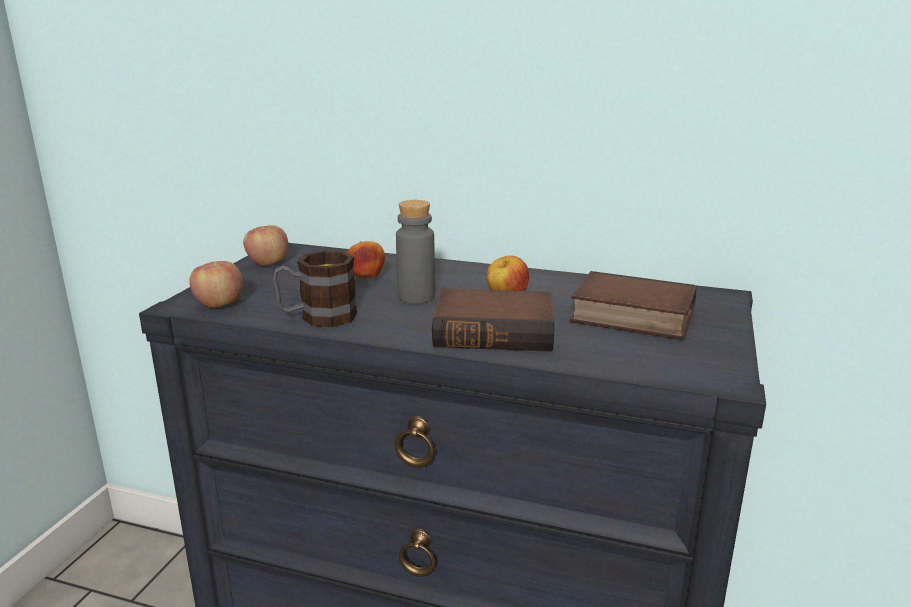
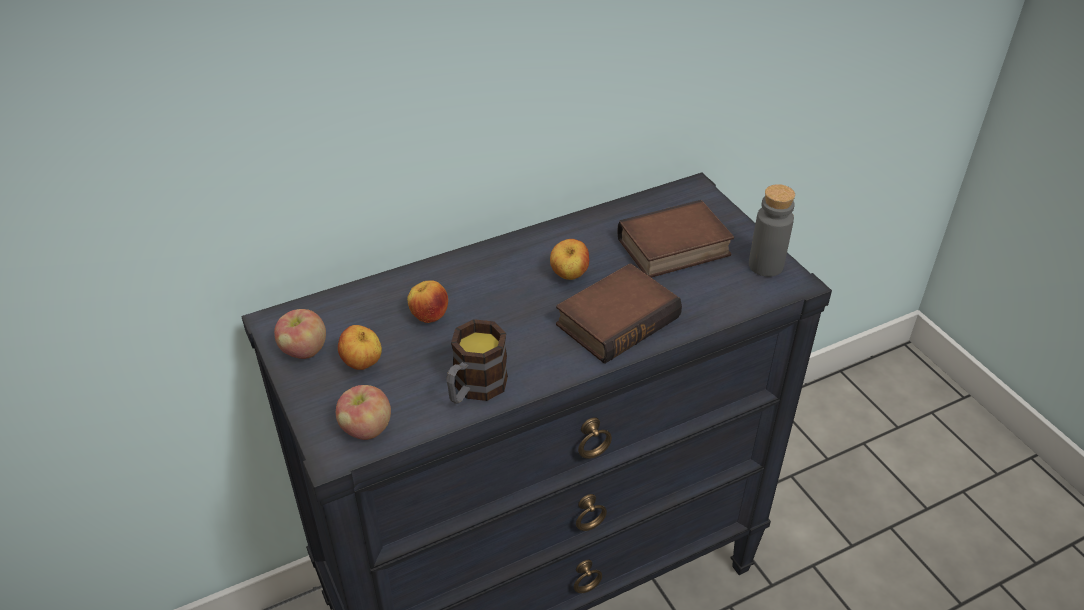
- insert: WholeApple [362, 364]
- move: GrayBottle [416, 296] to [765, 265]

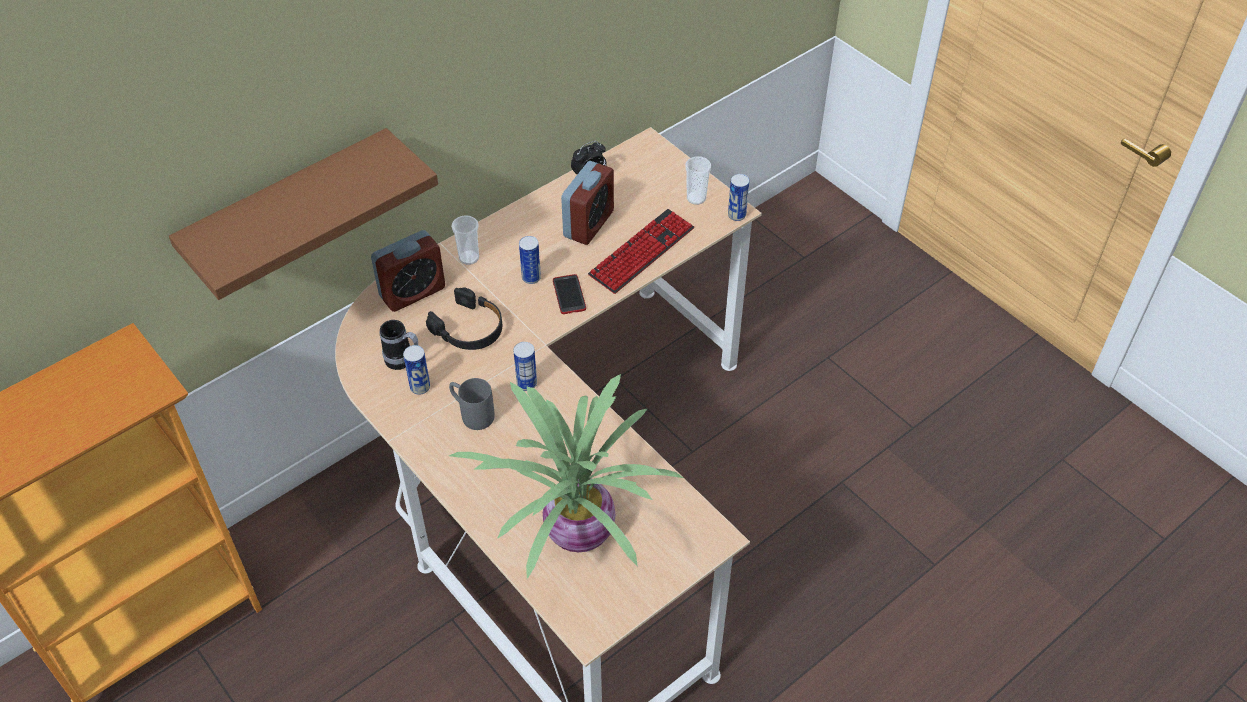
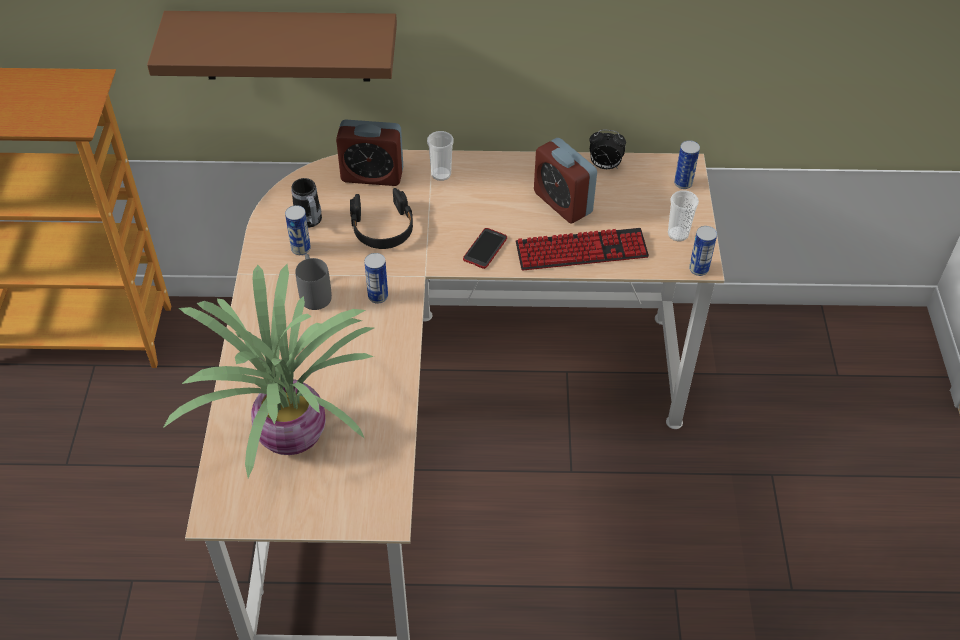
- rotate: BedsideClock [588, 224] = [562, 203] 75 degrees clockwise
- move: Can [531, 277] to [683, 183]

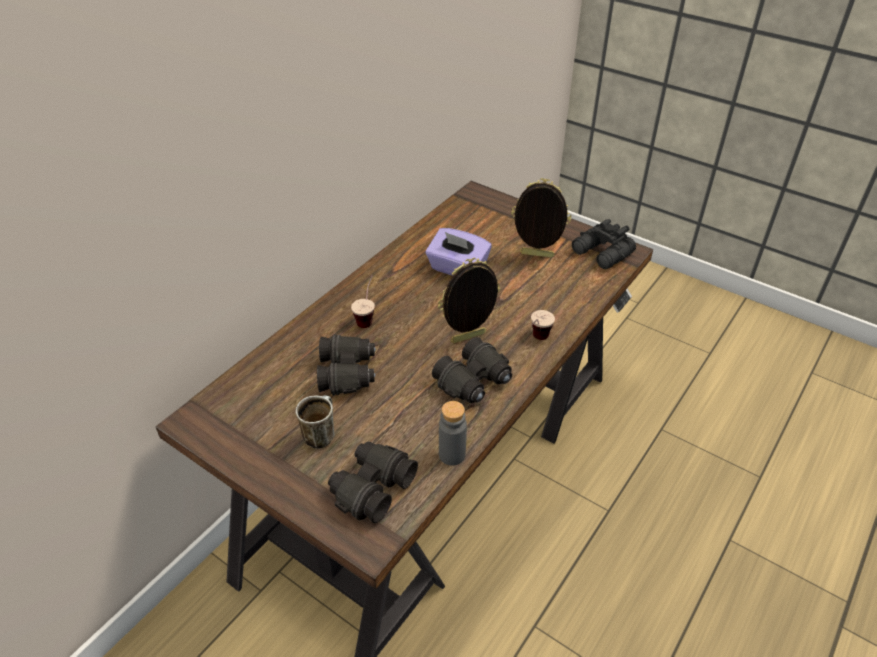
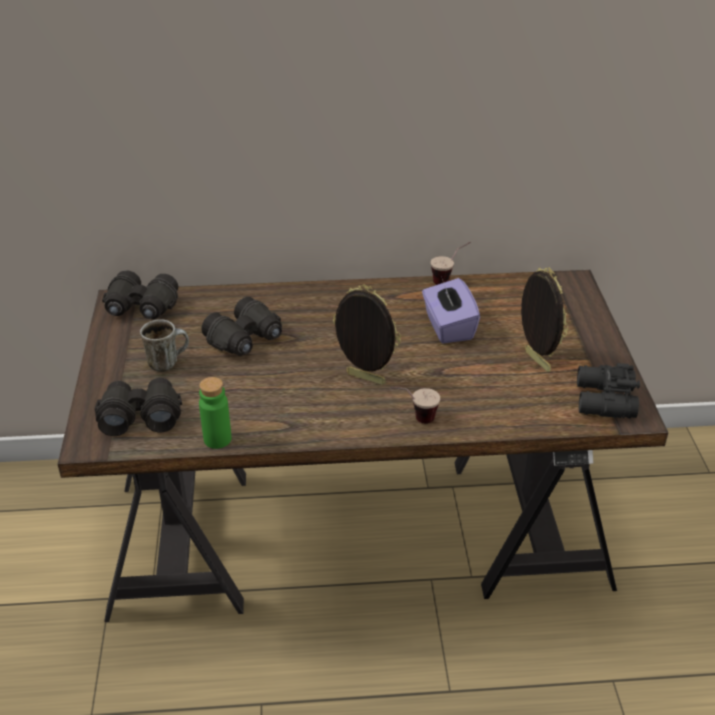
- move: BlackishPairOfBinoculars [474, 382] to [141, 308]
- recolor: GrayBottle [452, 454] to GreenishBottle [217, 439]
- move: Cup [367, 317] to [449, 279]

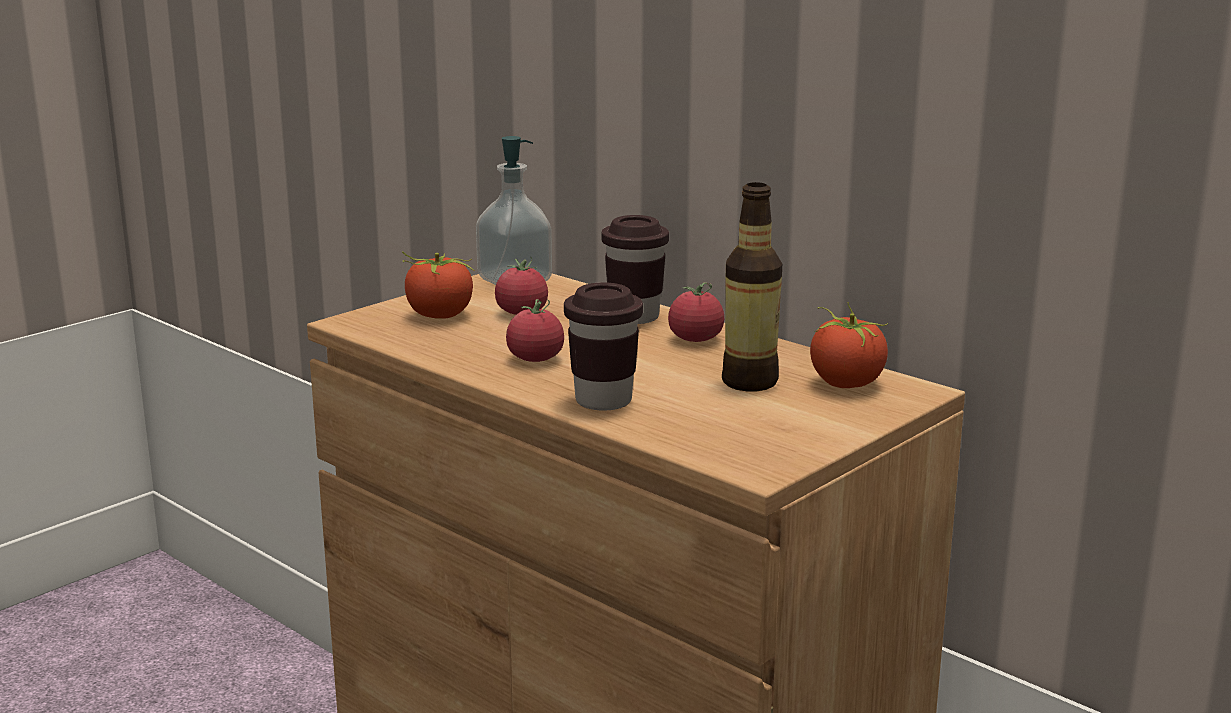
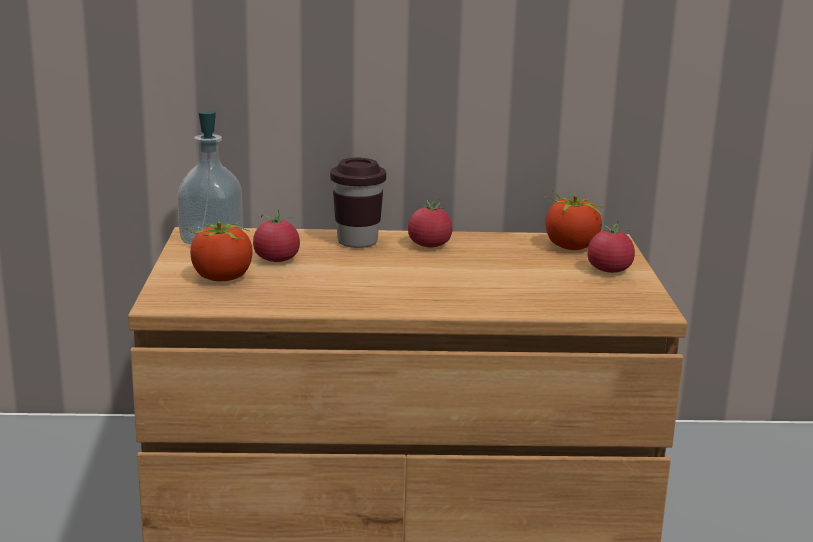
- move: FreshTomato [535, 359] to [609, 270]
- delete: BrownCup [603, 401]
- delete: Bottle [749, 382]

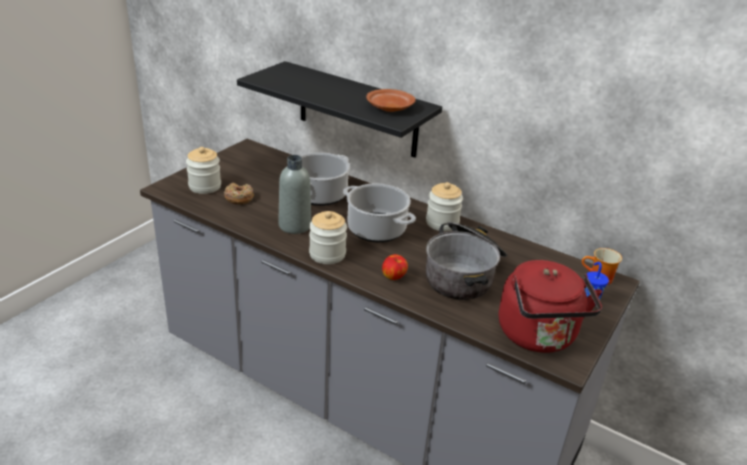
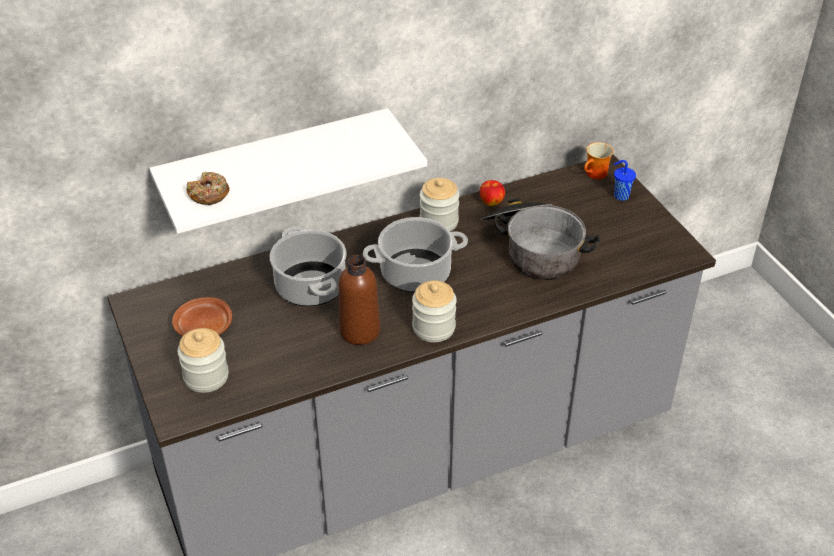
- recolor: BlackishShelf [357, 110] to WhiteShelf [275, 168]
- move: BrownPlate [389, 107] to [203, 327]
- move: Donut [239, 198] to [209, 194]
- recolor: GrayBottle [295, 225] to BrownBottle [359, 331]
- move: WholeApple [394, 277] to [491, 202]
- delete: ReddishKettle [539, 336]

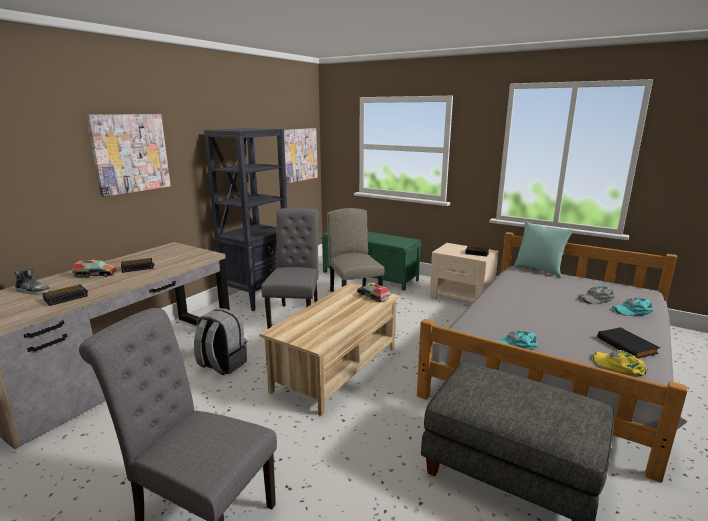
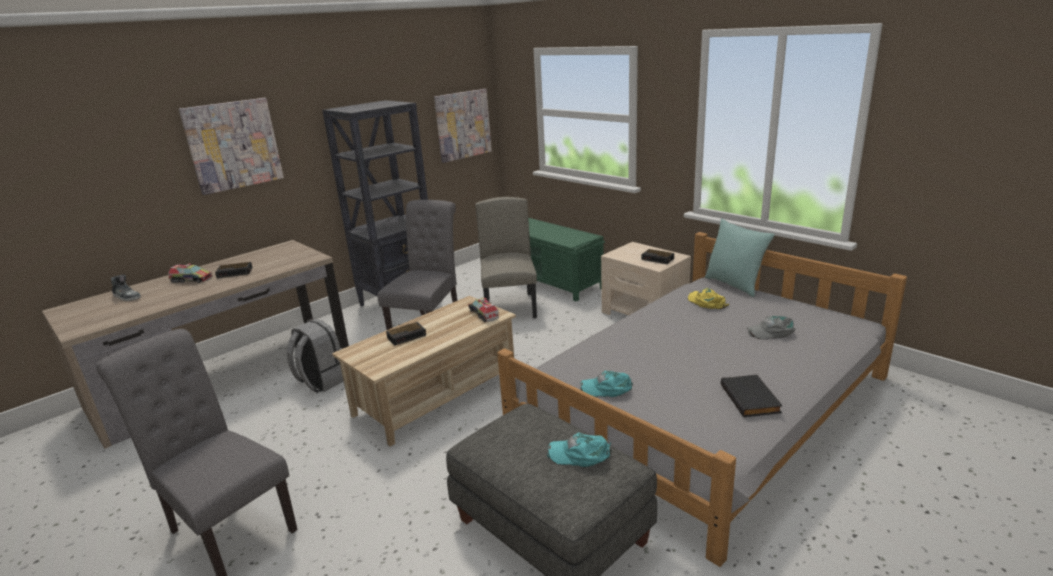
- move: BedsideClock [67, 297] to [407, 336]
- move: BlueGreenPeakedCap [632, 311] to [580, 454]
- move: YellowColouredPeakedCap [619, 366] to [706, 302]

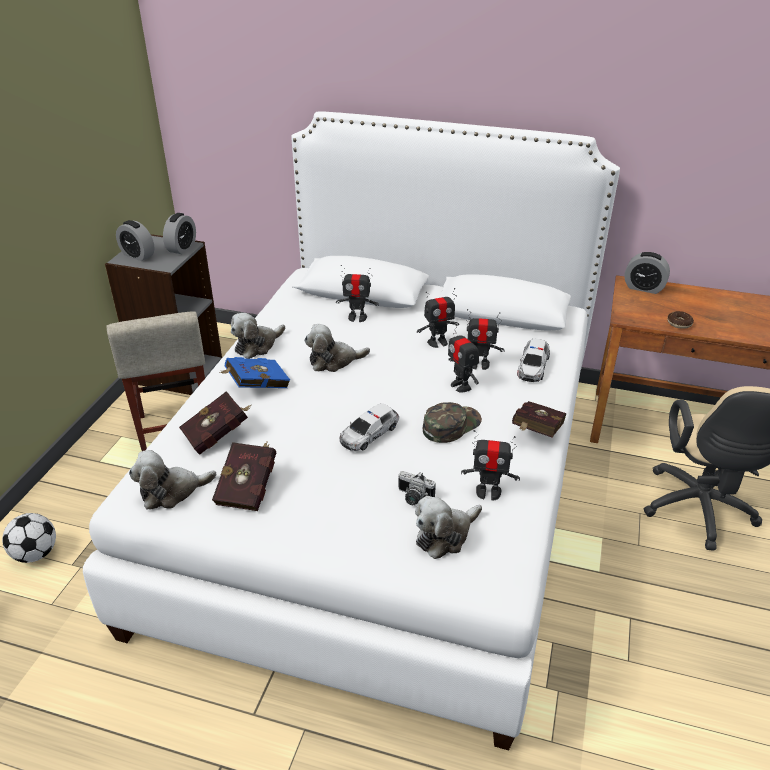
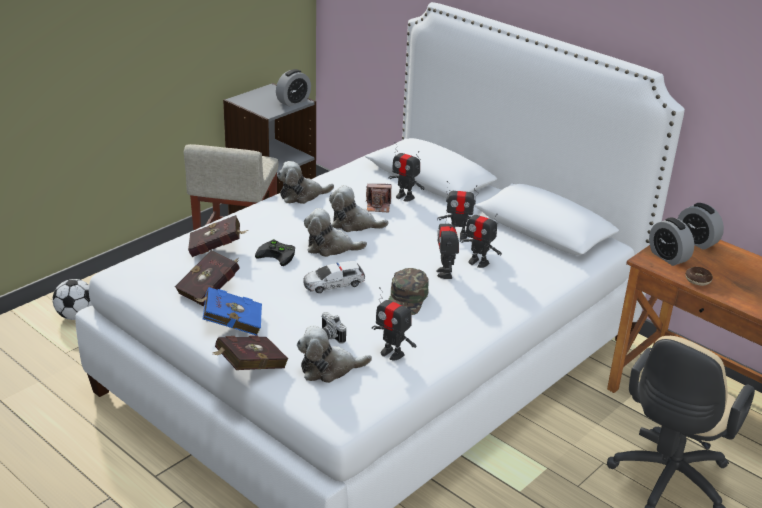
- move: BluishBoundBook [255, 386] to [230, 324]
- move: ReddishBoundBook [535, 433] to [249, 367]
- insert: BlackishJoypad [278, 255]
- move: CuddlyToy [171, 491] to [330, 247]
- insert: PhotoCamera [378, 206]
- rotate: GreenishPeakedCap [451, 425] = [407, 298] 120 degrees clockwise
- move: BedsideClock [138, 255] to [668, 257]
- delete: MiniatureCar [533, 366]

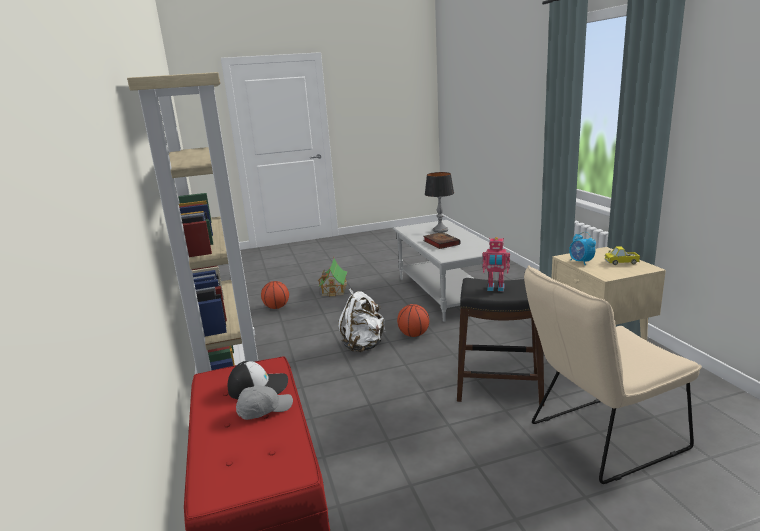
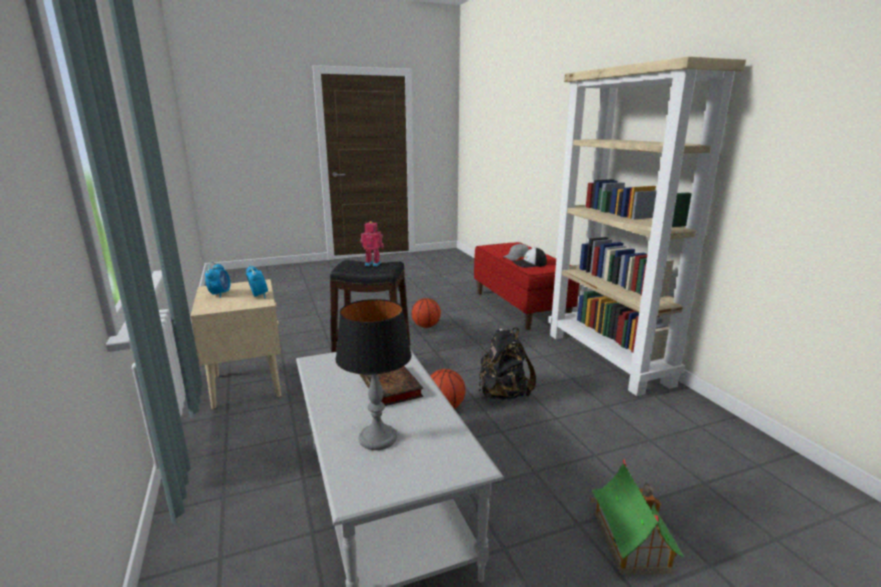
- replace: ToyLorry [621, 262] to BedsideClock [220, 294]
- move: BasketballBall [277, 307] to [426, 326]
- recolor: WhiteBackpack [363, 345] to BlackishBackpack [503, 394]
- delete: SandColouredUprightChair [599, 439]

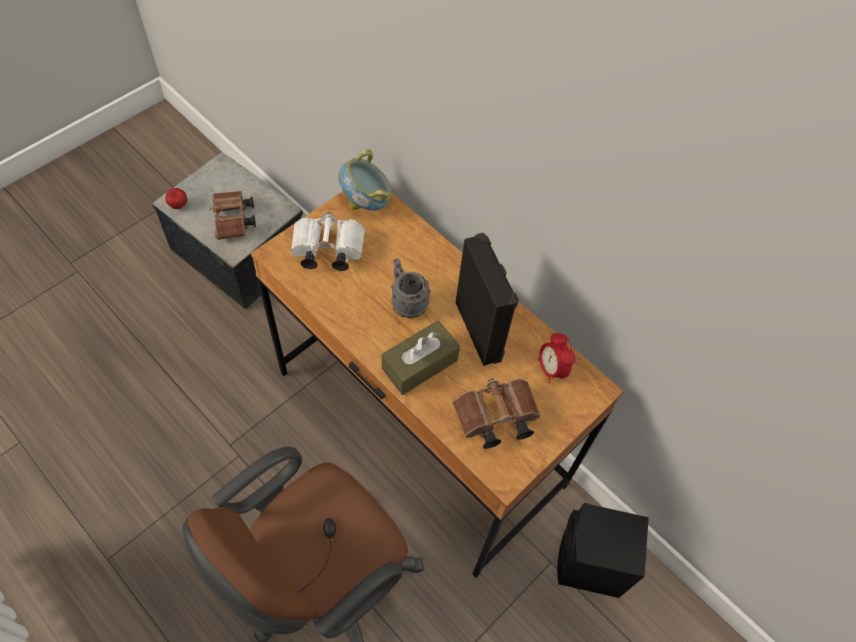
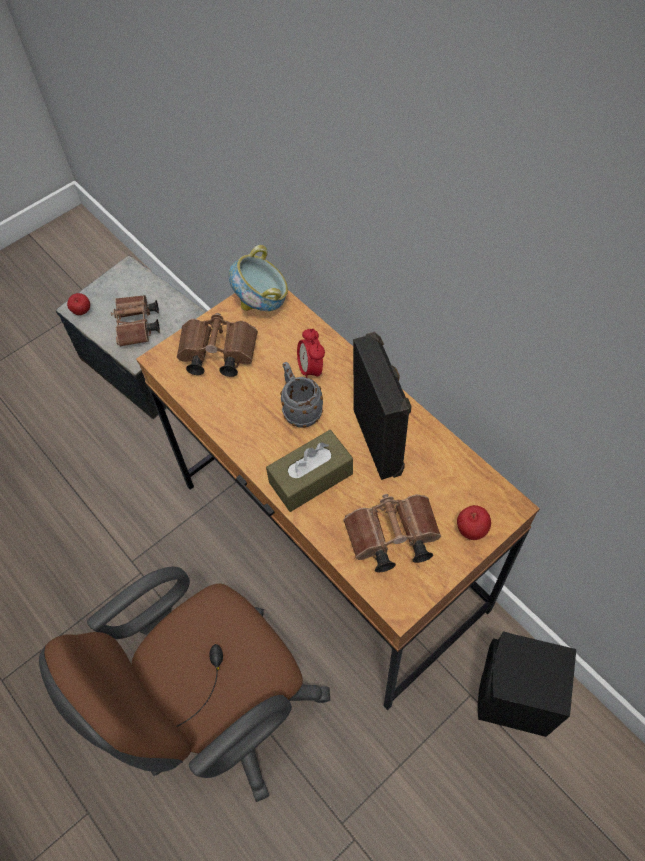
- recolor: WhitePairOfBinoculars [326, 251] to BrownPairOfBinoculars [216, 355]
- move: BedsideClock [551, 369] to [311, 370]
- insert: WholeApple [471, 530]

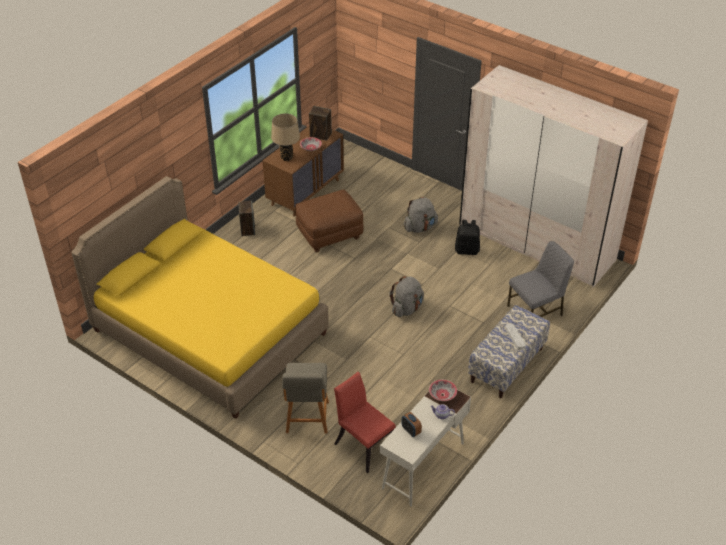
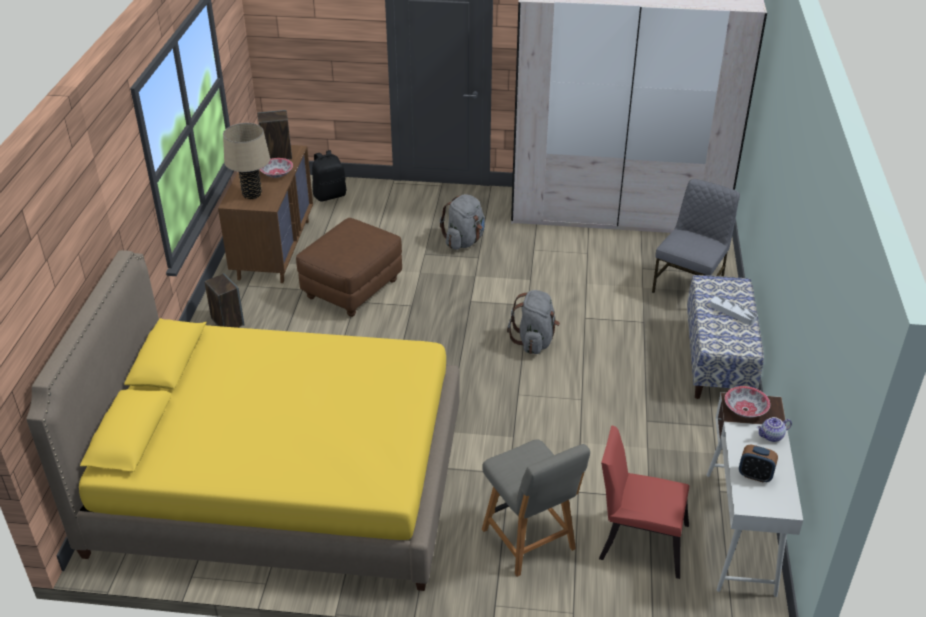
- move: BlackishBackpack [467, 250] to [330, 195]

